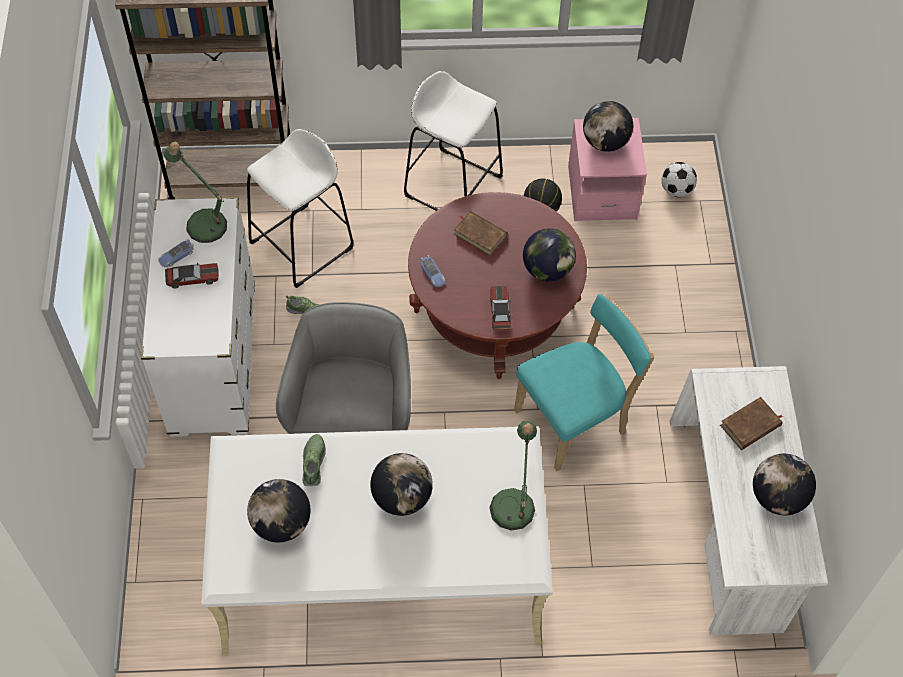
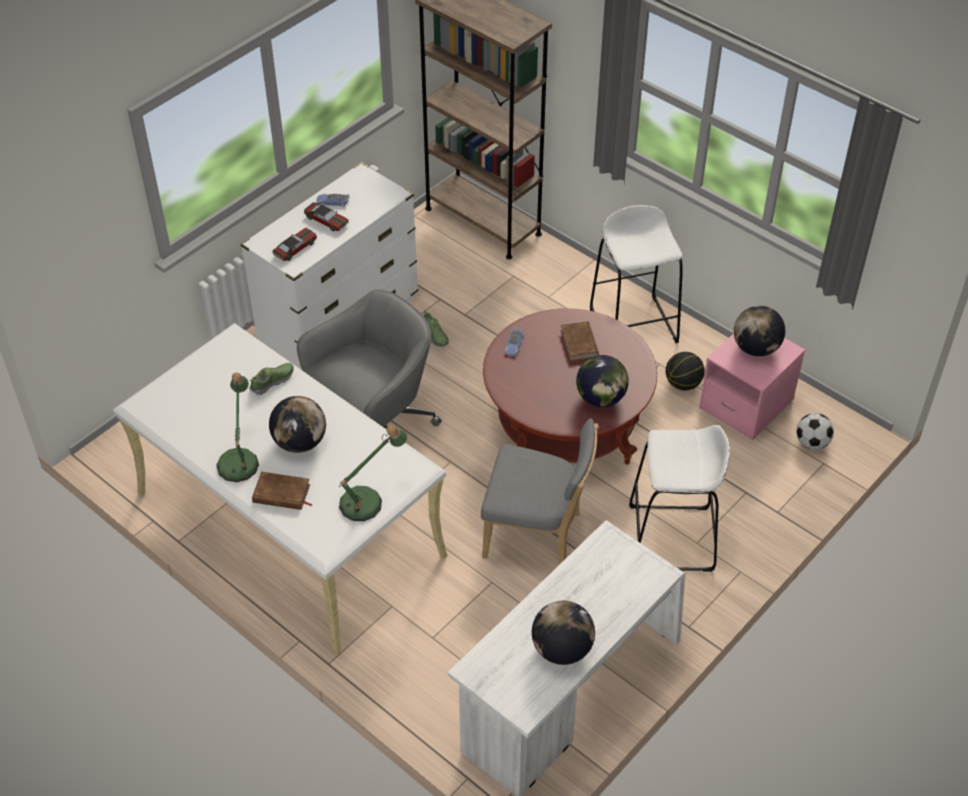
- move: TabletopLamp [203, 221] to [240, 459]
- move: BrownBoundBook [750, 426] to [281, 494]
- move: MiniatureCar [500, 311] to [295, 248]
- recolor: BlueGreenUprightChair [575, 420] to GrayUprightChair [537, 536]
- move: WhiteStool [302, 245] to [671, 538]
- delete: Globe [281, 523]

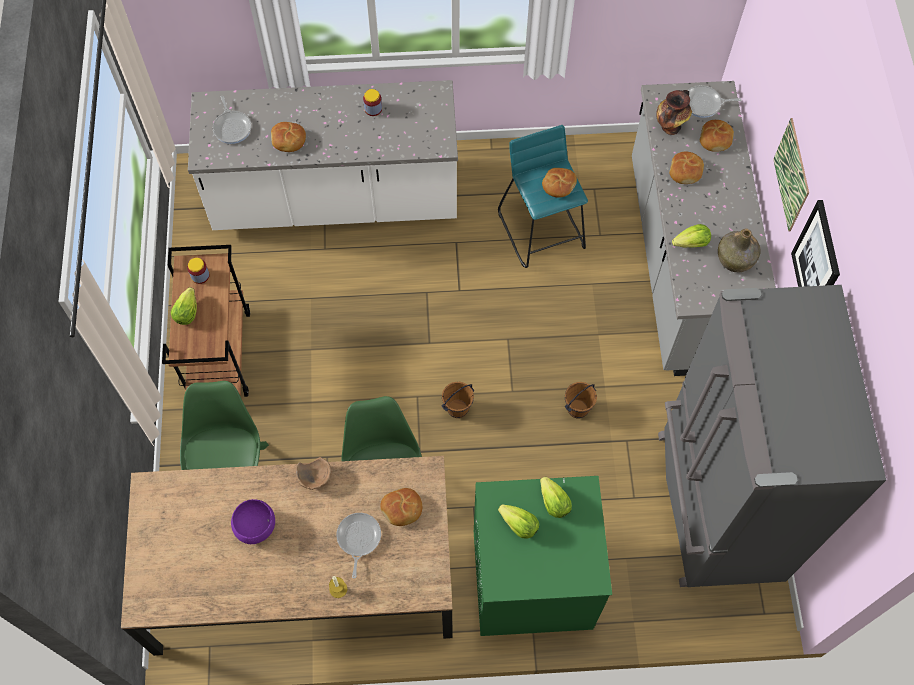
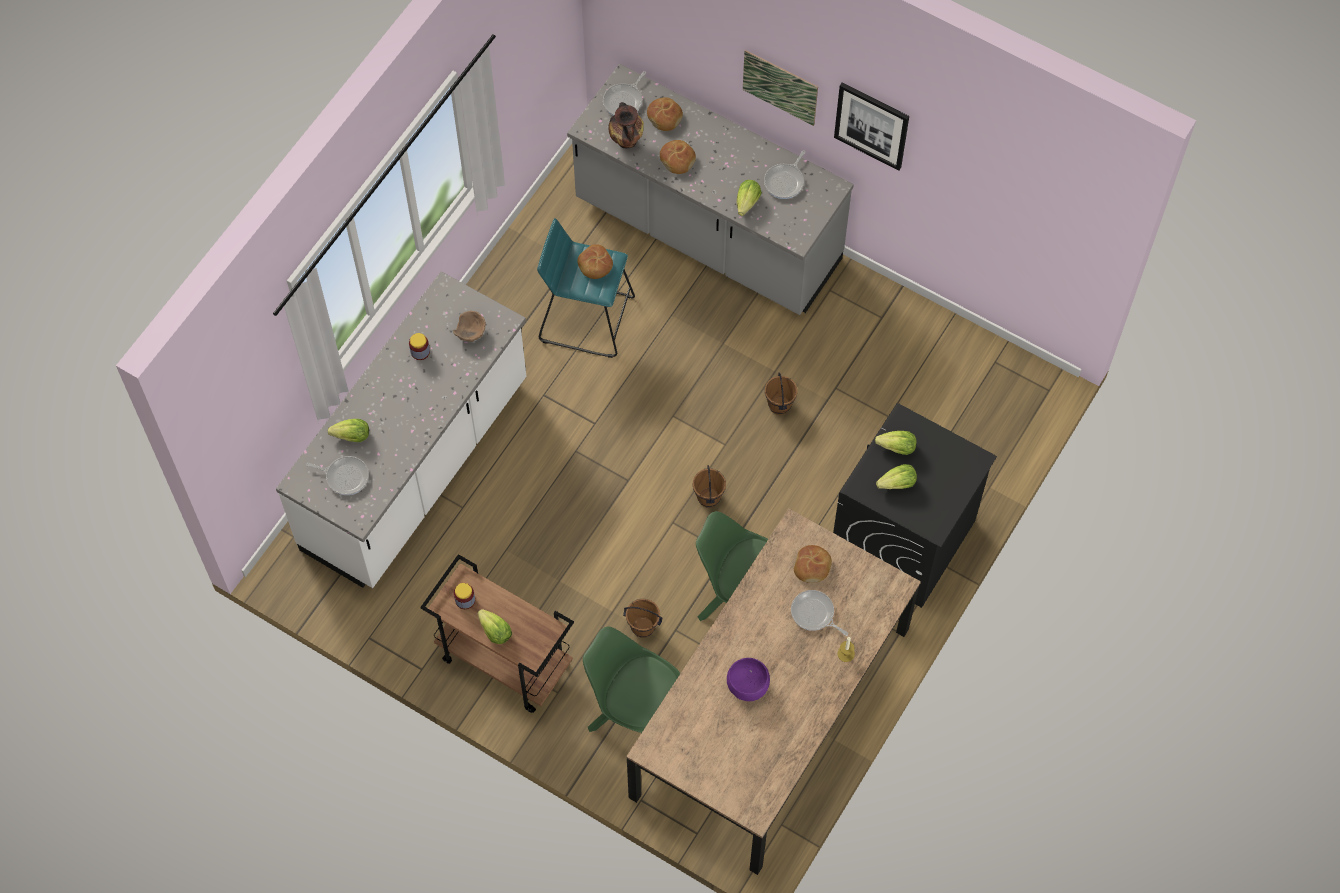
- insert: HeadOfLettuce [352, 436]
- move: BrownBowl [315, 478] to [471, 333]
- insert: BrownBucket [643, 627]
- replace: GreenishBottle [736, 258] to FryingPan [785, 181]
- recolor: GreenishLaundryAppliance [531, 580] to BlackishLaundryAppliance [902, 539]
- delete: Bread [288, 140]
- delete: GrayKitchenFridge [715, 506]

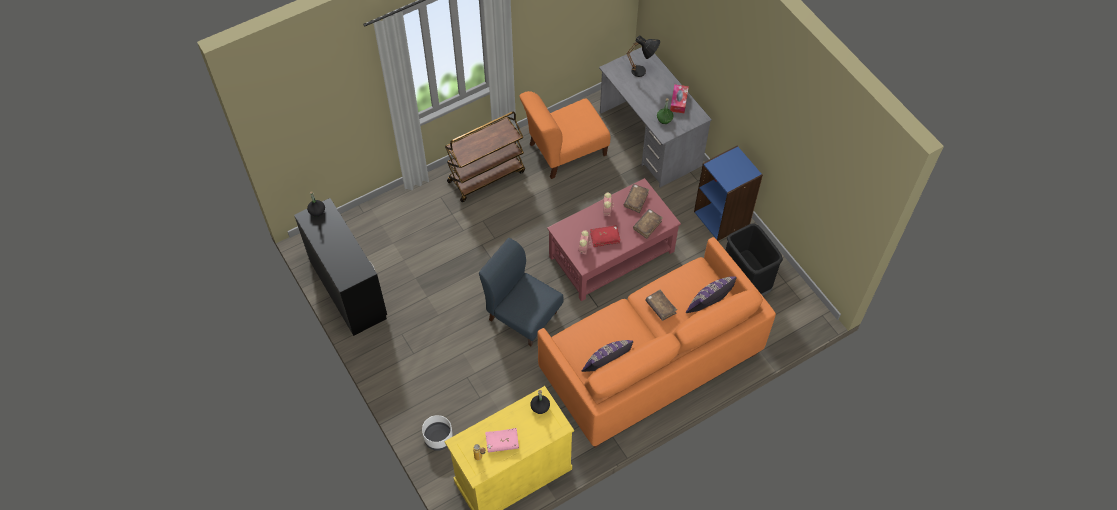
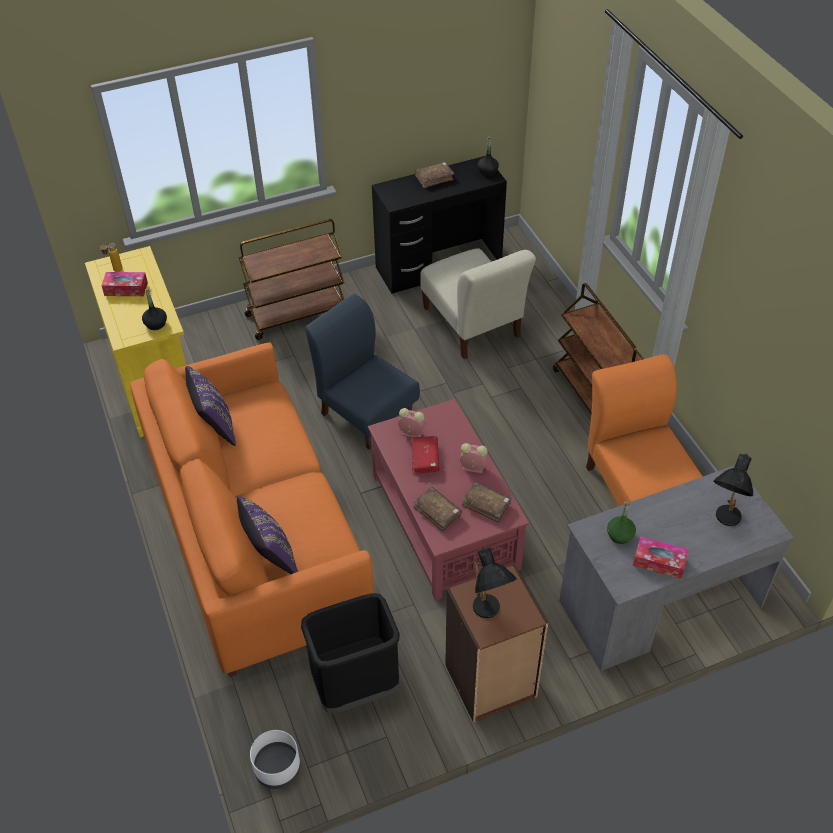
- replace: PinkColouredBoundBook [502, 442] to TissueHolder [126, 289]
- insert: BrownTrolley [297, 314]
- move: WhitePlantPot [438, 438] to [277, 768]
- rotate: BluishUprightChair [522, 315] = [366, 413] 90 degrees counterclockwise
- move: BrownBoundBook [660, 307] to [434, 178]
- insert: SandColouredUprightChair [473, 325]
- recolor: BluishShelvingUnit [722, 217] to BrownShelvingUnit [491, 682]
- insert: BlackishTabletopLamp [488, 615]

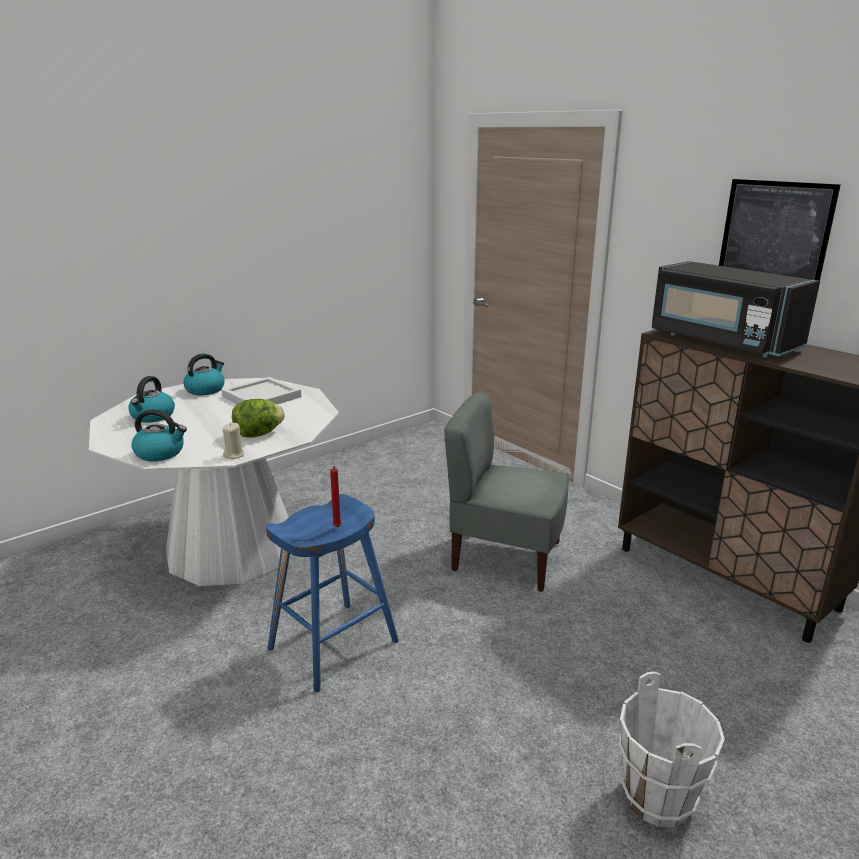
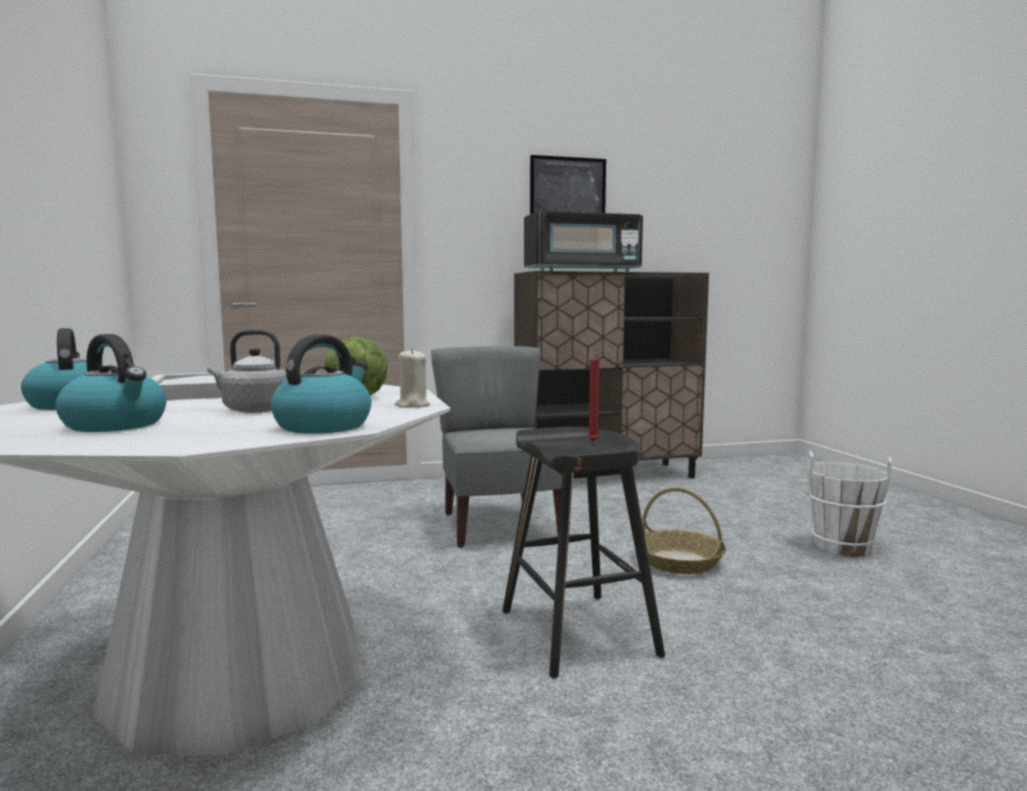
- insert: GrayKettle [253, 410]
- rotate: GrayUprightChair [505, 557] = [498, 525] 120 degrees clockwise
- recolor: BluishStool [333, 645] to BlackishStool [577, 632]
- insert: HouseholdBasket [680, 562]

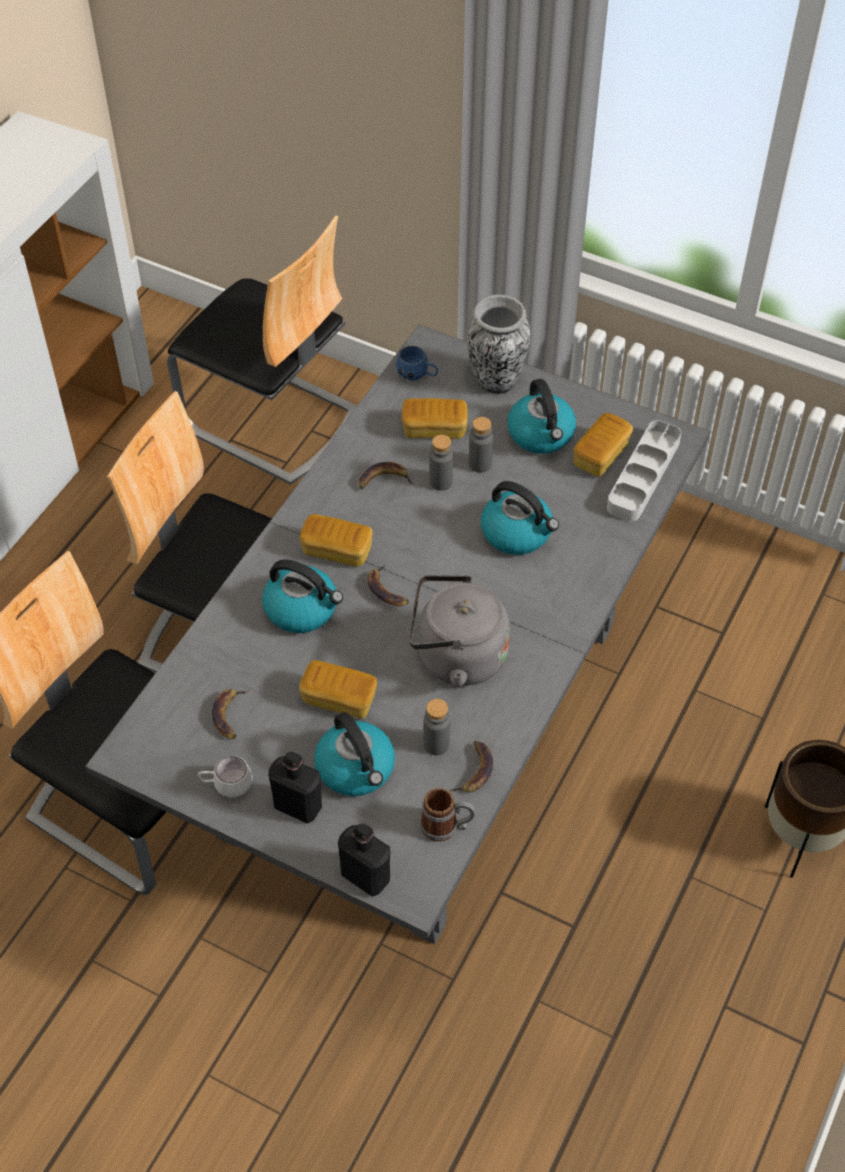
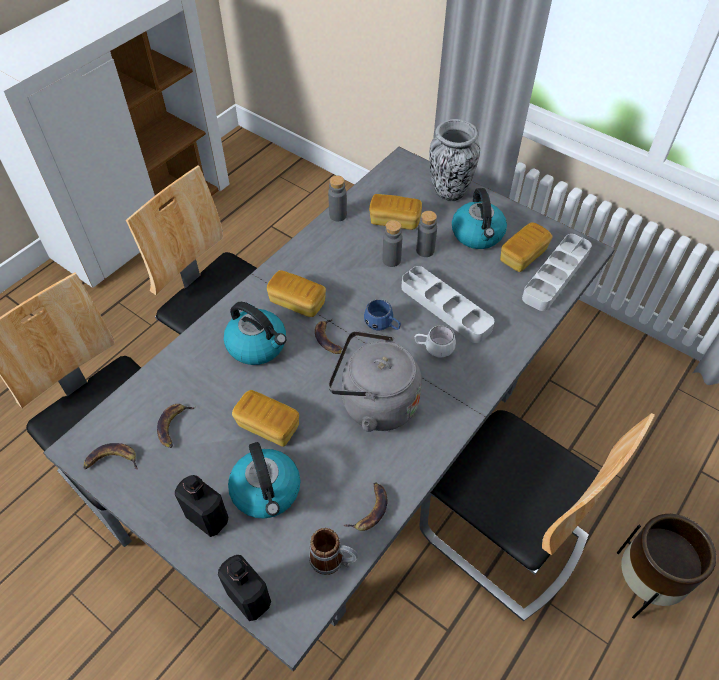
- move: WholeBanana [383, 480] to [111, 460]
- move: GrayBottle [436, 744] to [338, 215]
- move: BluishMug [417, 375] to [382, 326]
- replace: Kettle [517, 533] to GrayServingTray [445, 308]
- move: WhiteMug [226, 786] to [433, 349]
- move: UprightChair [271, 420] to [503, 536]

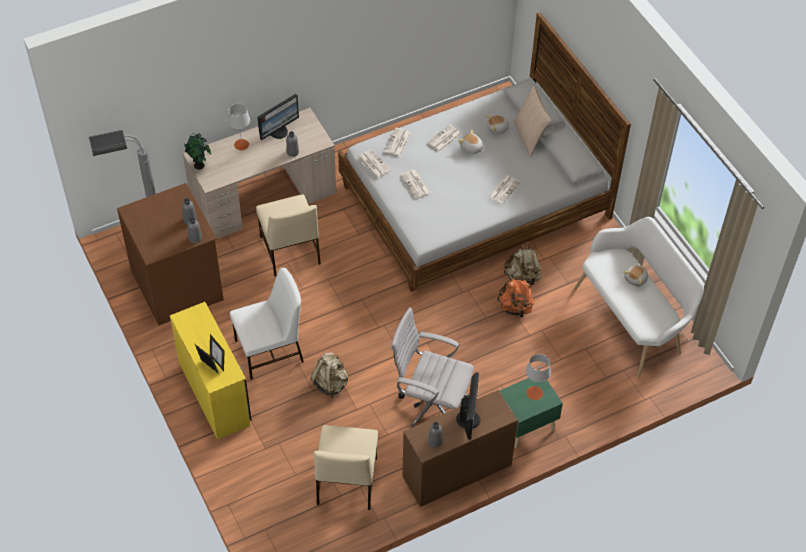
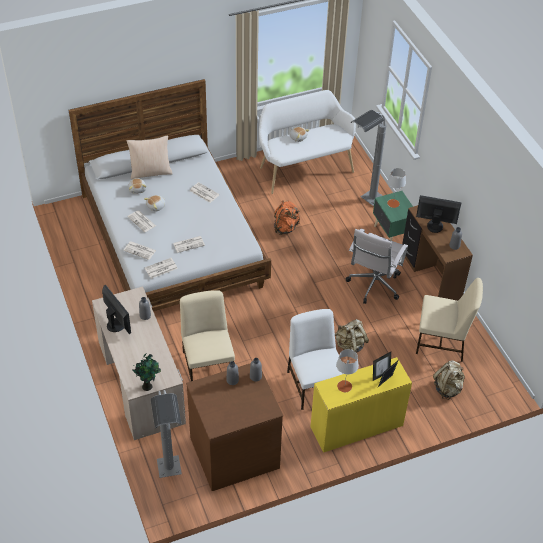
- rotate: SandColouredUprightChair [290, 251] = [208, 365] 90 degrees counterclockwise
- move: GrayTabletopLamp [241, 144] to [344, 386]
- insert: GrayStandingLamp [364, 205]
- move: SandColouredBackpack [522, 277] to [447, 388]

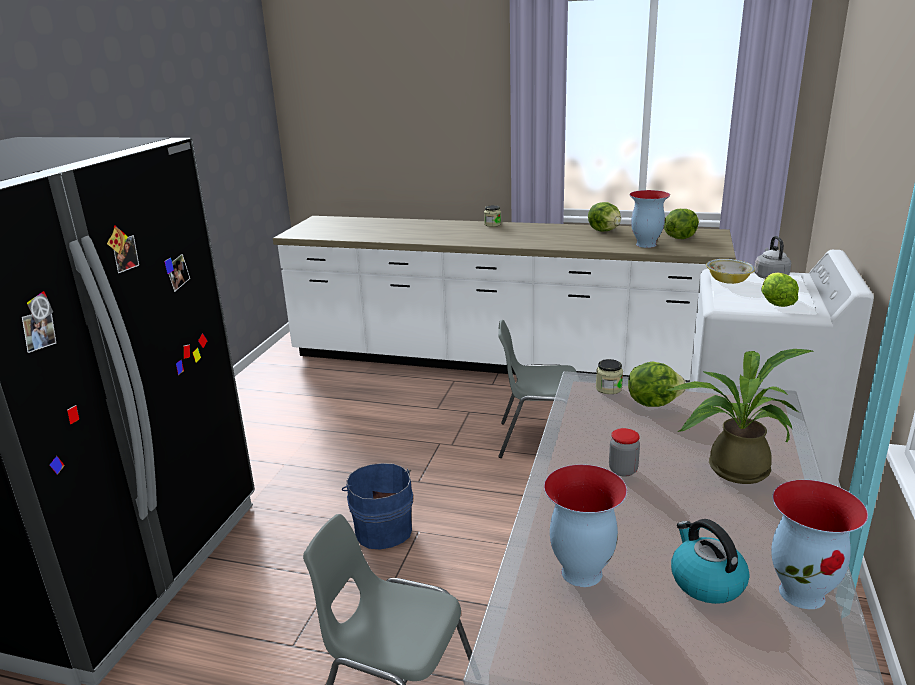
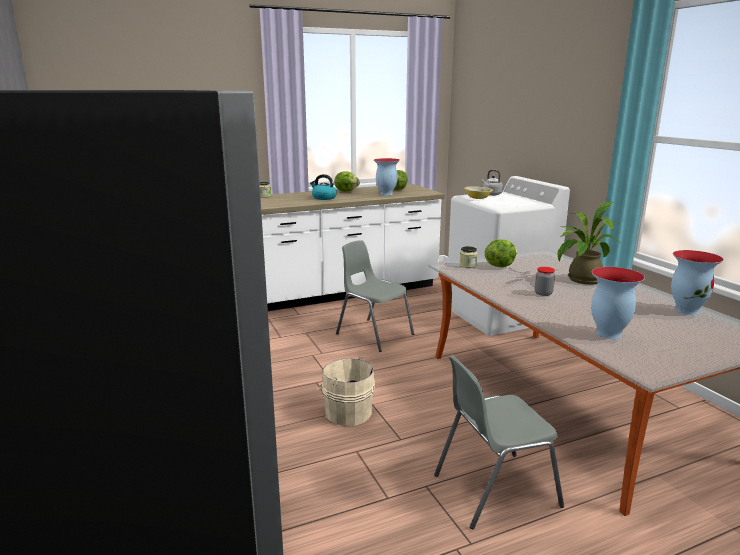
- move: Kettle [706, 581] to [323, 198]
- recolor: BluishBucket [382, 528] to SandColouredBucket [346, 412]
- rotate: GrayUprightChair [539, 440] = [373, 334] 75 degrees clockwise
- delete: HeadOfLettuce [776, 301]

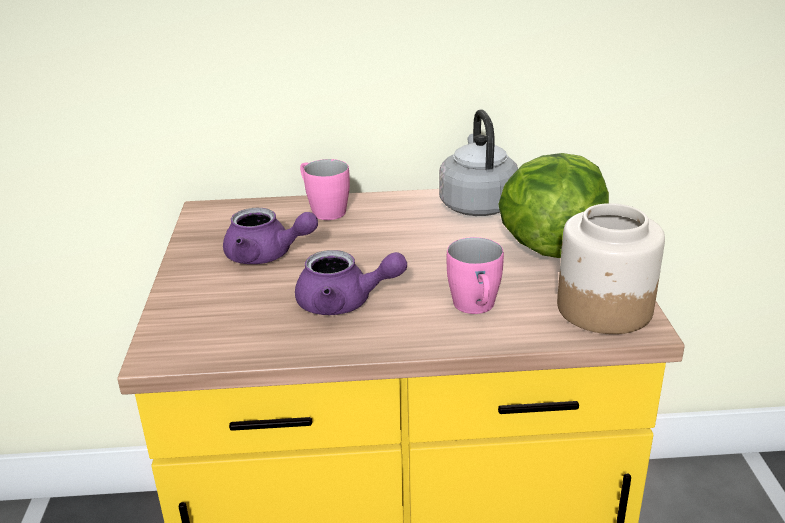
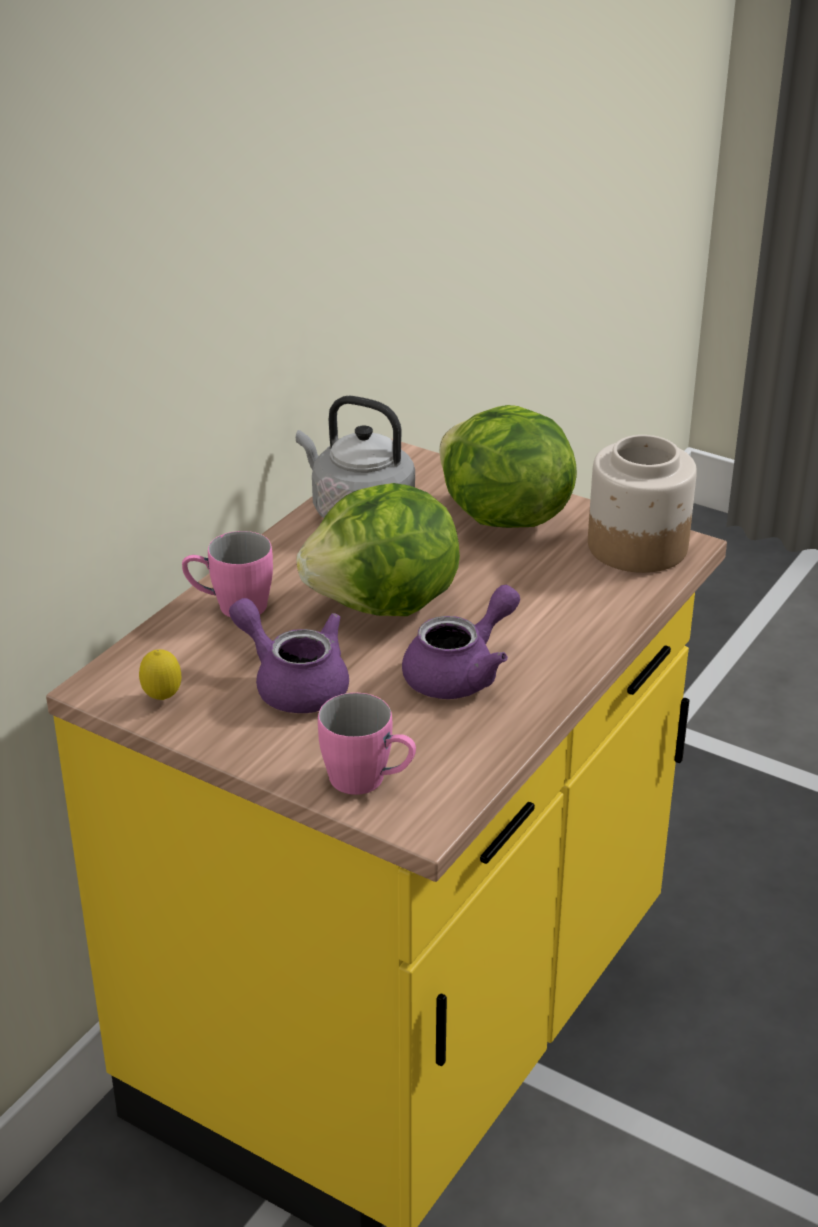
- insert: WholeLemon [162, 699]
- rotate: PurplishTeapot [267, 256] = [294, 683] 105 degrees counterclockwise
- insert: HeadOfLettuce [385, 606]
- move: PinkColouredMug [476, 308] to [369, 781]

